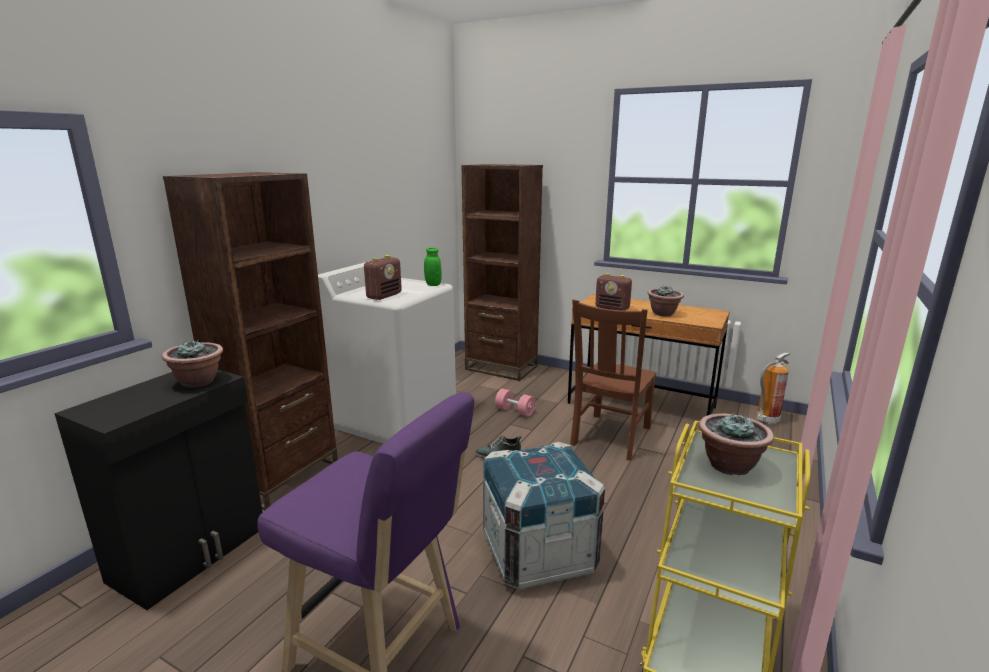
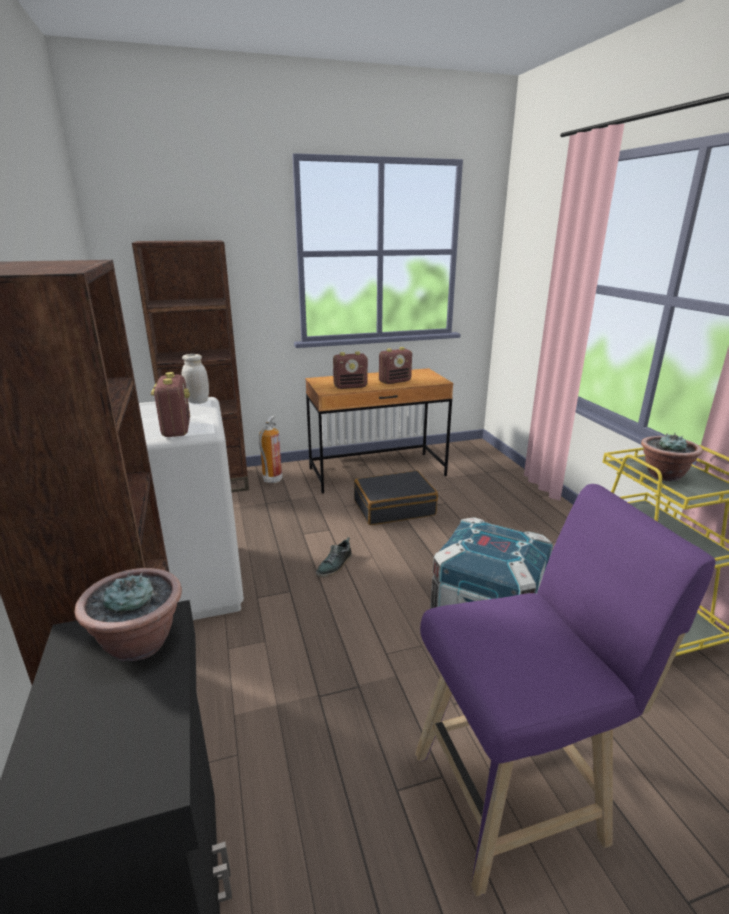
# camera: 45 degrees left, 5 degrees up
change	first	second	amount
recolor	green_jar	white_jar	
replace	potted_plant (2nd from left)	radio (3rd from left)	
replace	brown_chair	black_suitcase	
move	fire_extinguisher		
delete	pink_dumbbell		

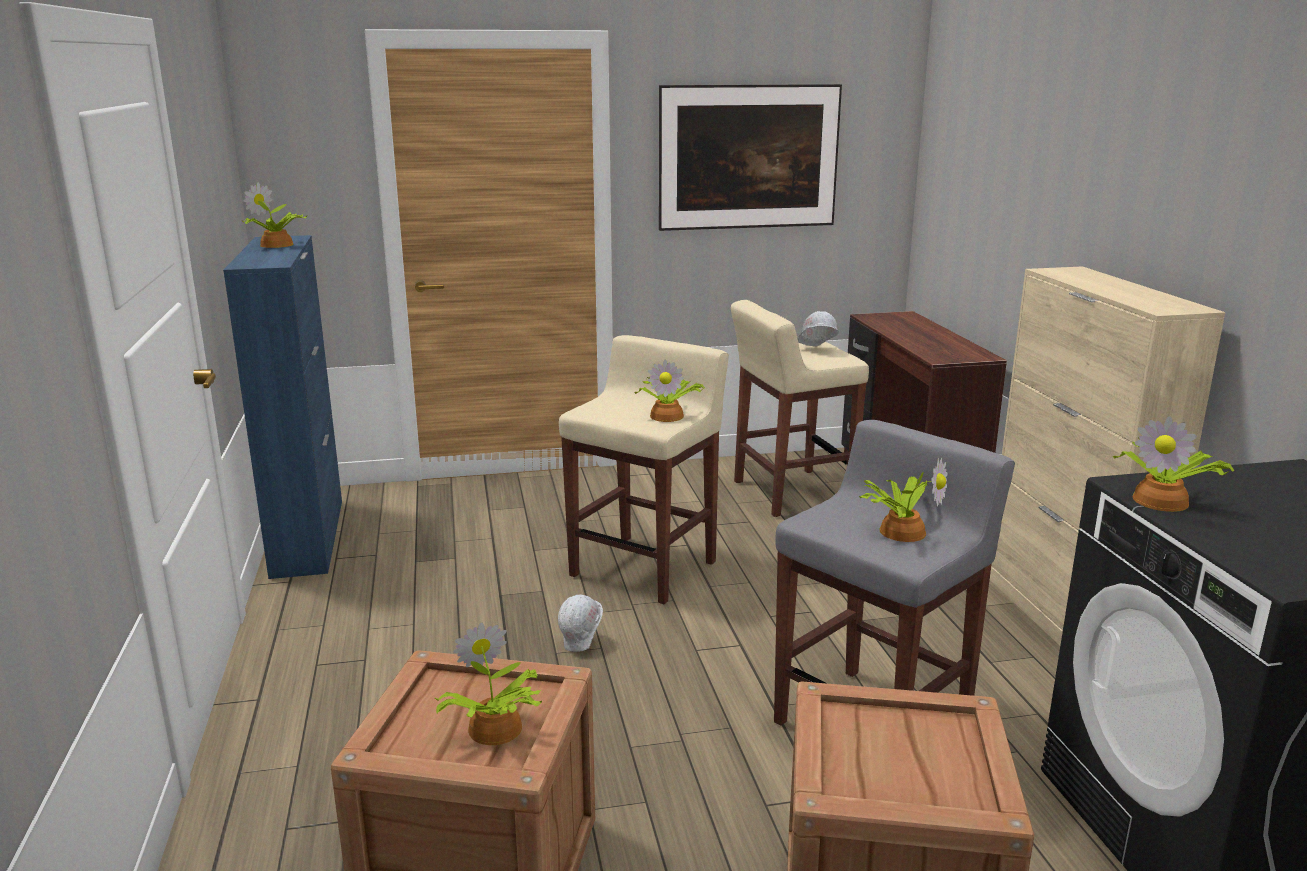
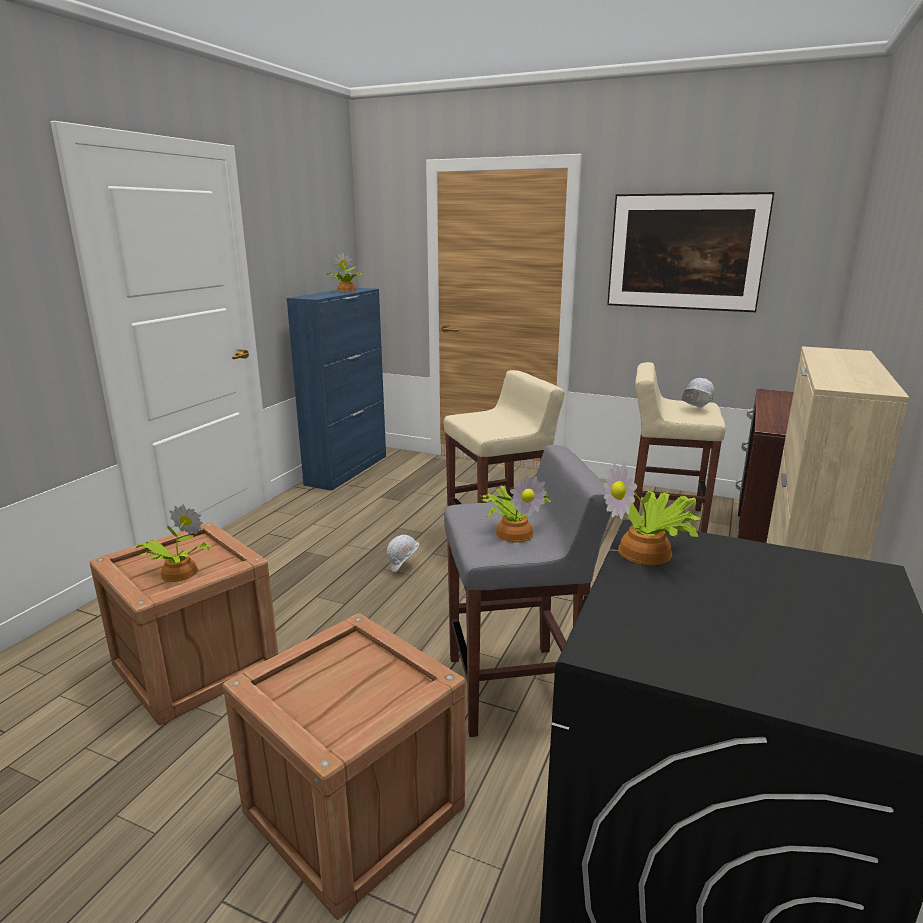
# camera: 35 degrees right, 0 degrees up
change	first	second	amount
delete	potted_plant (3rd from left)		

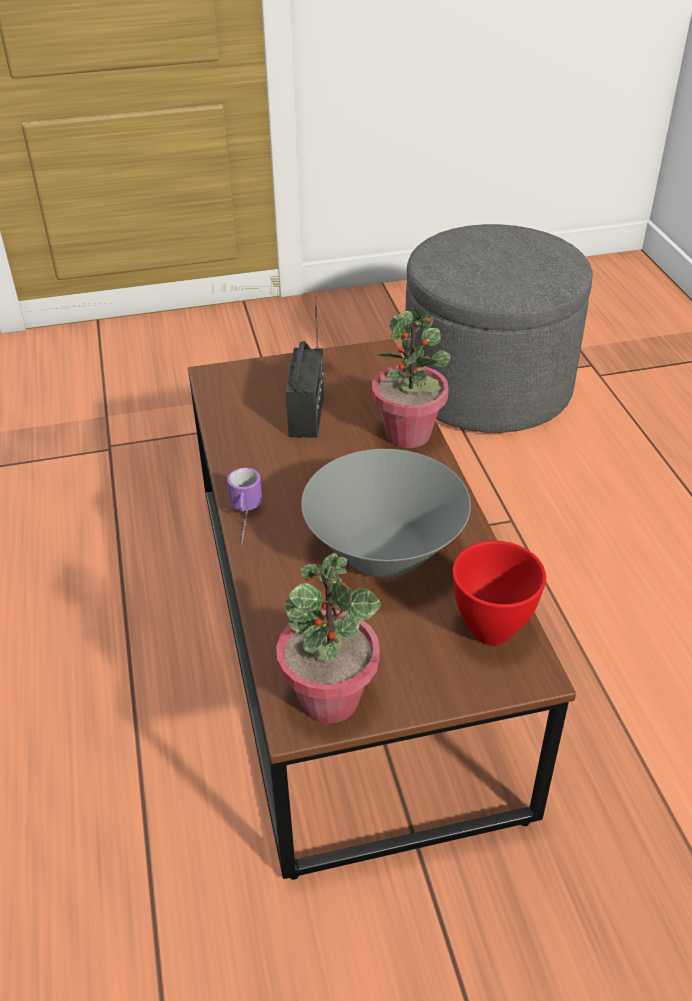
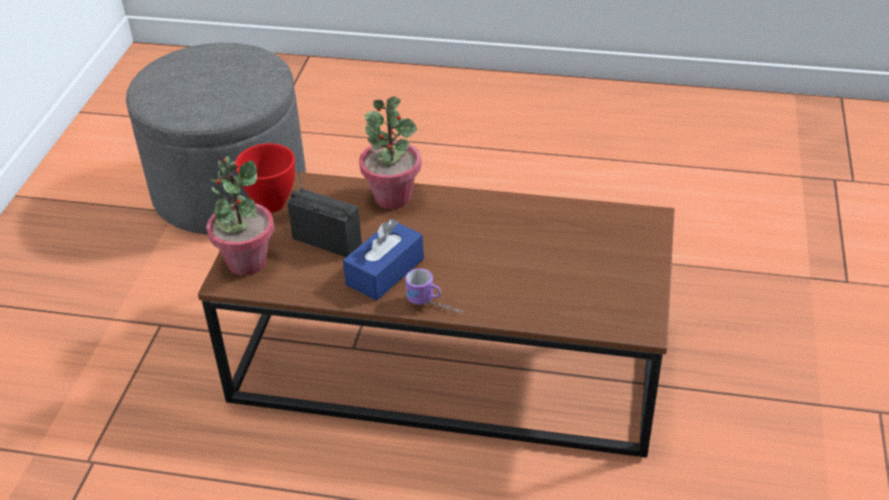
# camera: 65 degrees left, 0 degrees up
change	first	second	amount
delete	grey_bowl		
move	red_bowl		
move	potted_plant (1st from left)		
insert		blue_tissue_box	

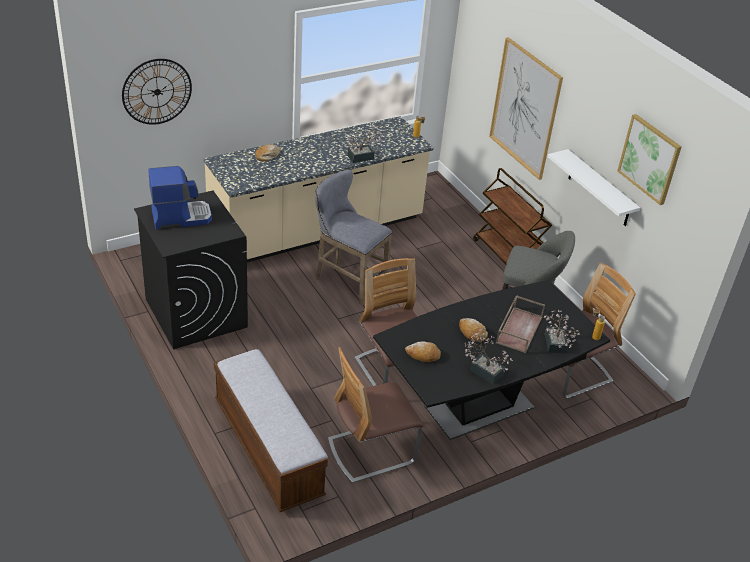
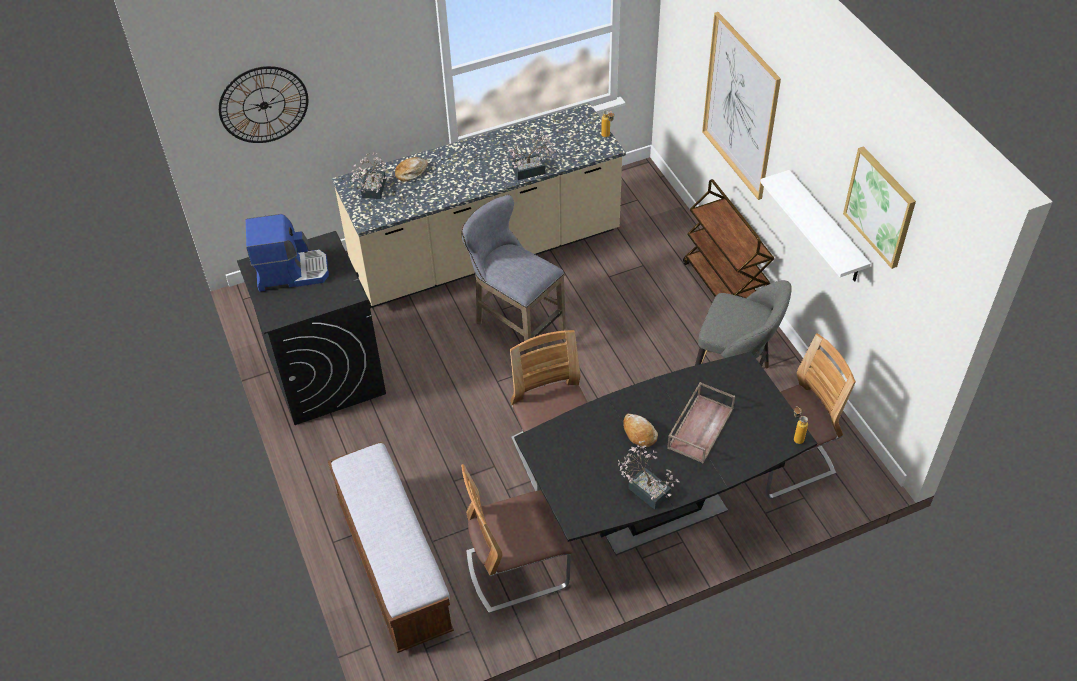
# camera: 10 degrees right, 10 degrees up
change	first	second	amount
move	potted_plant (3rd from left in the first image)	potted_plant (1st from left)	
delete	bread (2nd from left)		

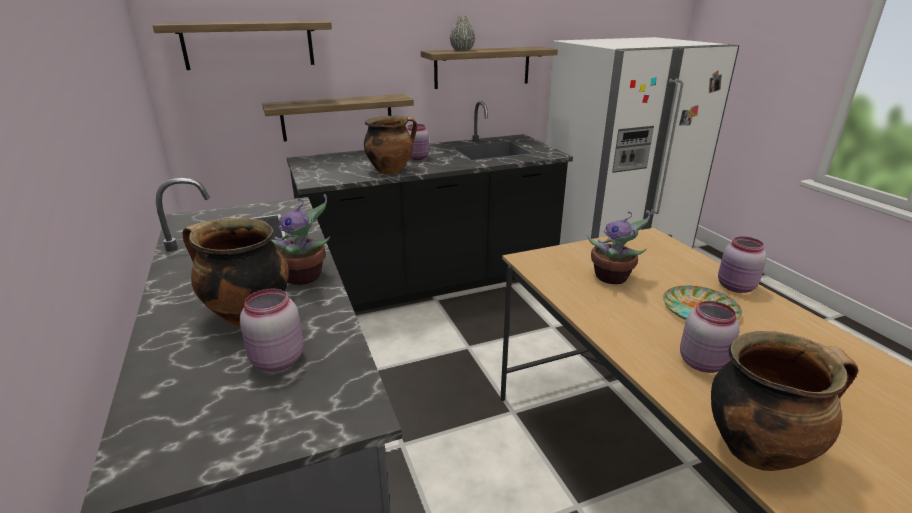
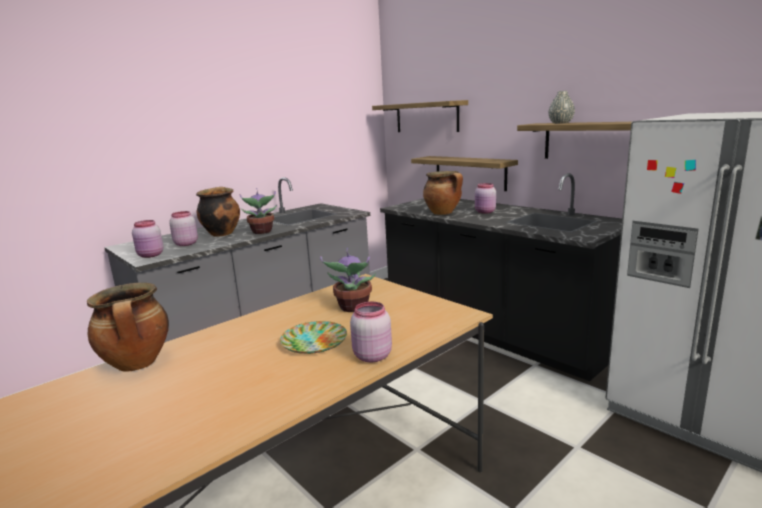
# camera: 70 degrees right, 10 degrees down
change	first	second	amount
move	pink_jar (3rd from left in the first image)	pink_jar (1st from left)	

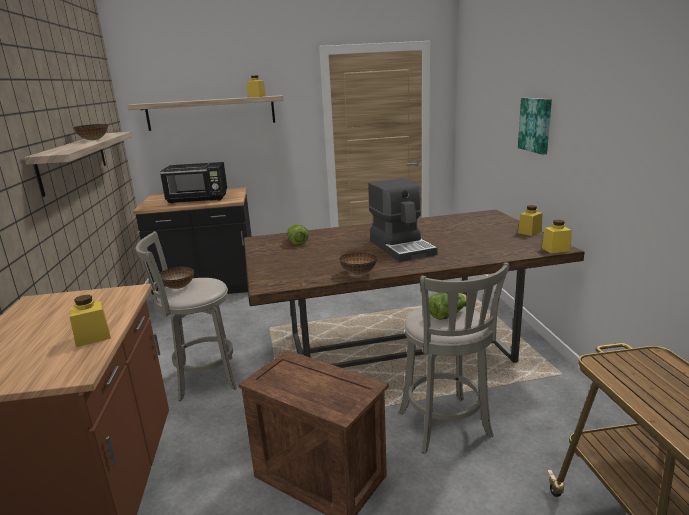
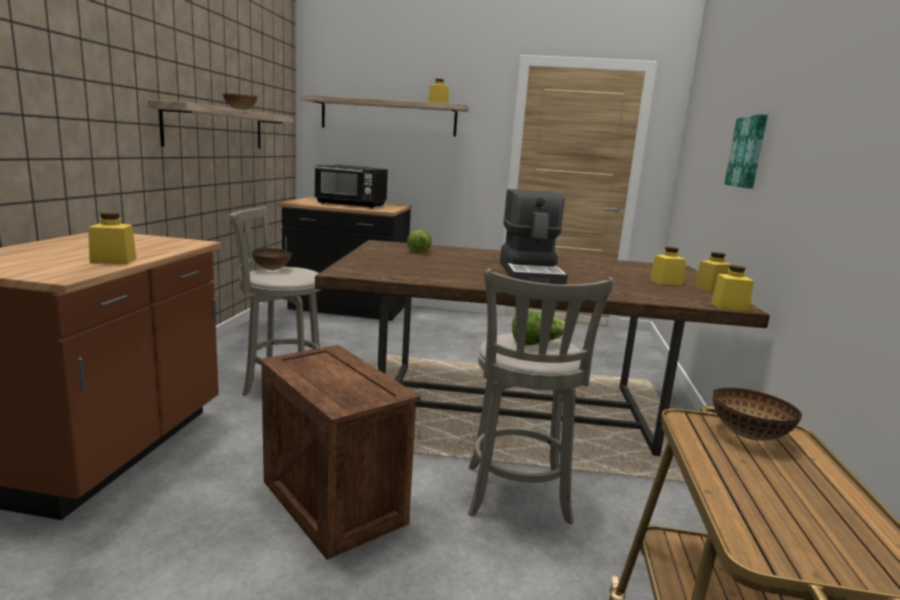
# camera: 15 degrees right, 5 degrees down
change	first	second	amount
move	bowl (3rd from left)		
insert		yellow_jar (3rd from left)	

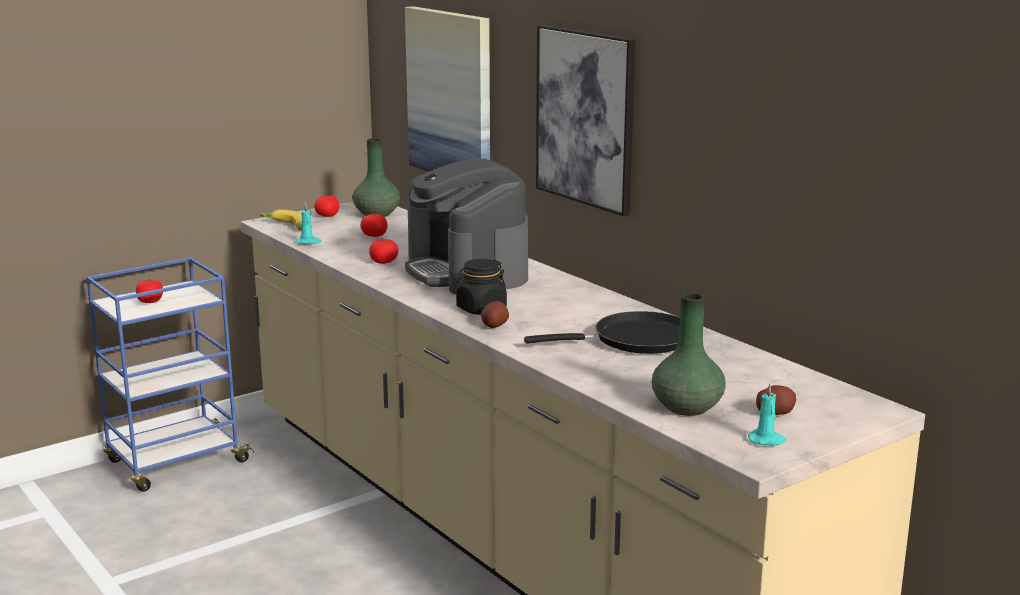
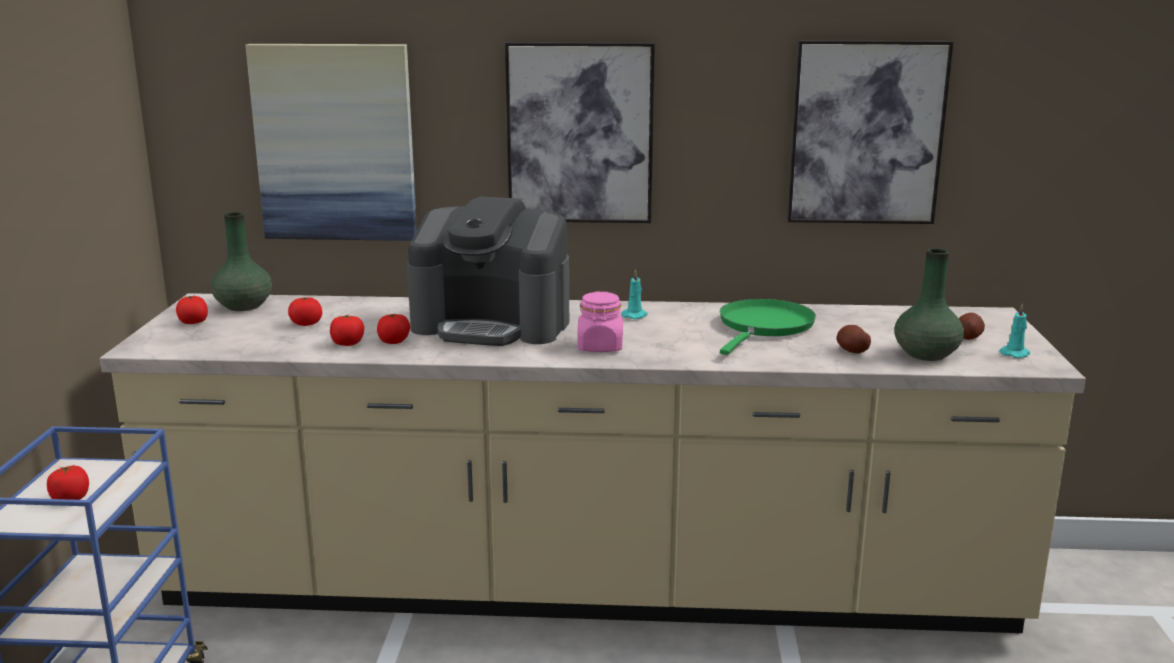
# camera: 50 degrees left, 0 degrees up
change	first	second	amount
move	turquoise_candle (1st from left)		
delete	banana		
recolor	black_jar	pink_jar	
move	potato (1st from left)		
recolor	black_frying_pan	green_frying_pan	
insert		picture (3rd from left)	
insert		tomato (4th from left)	

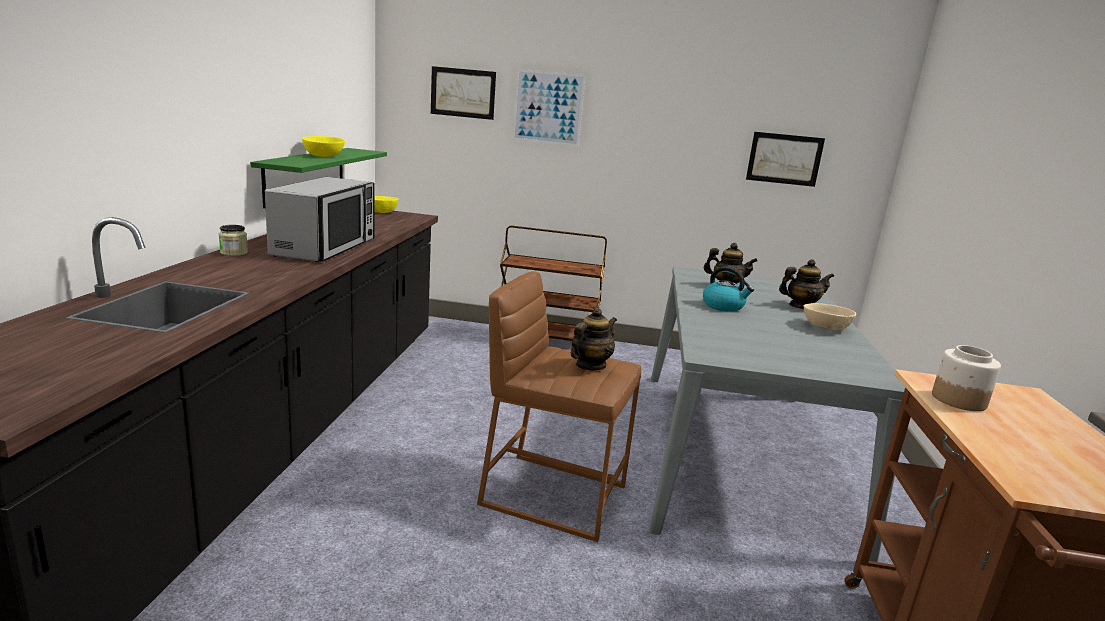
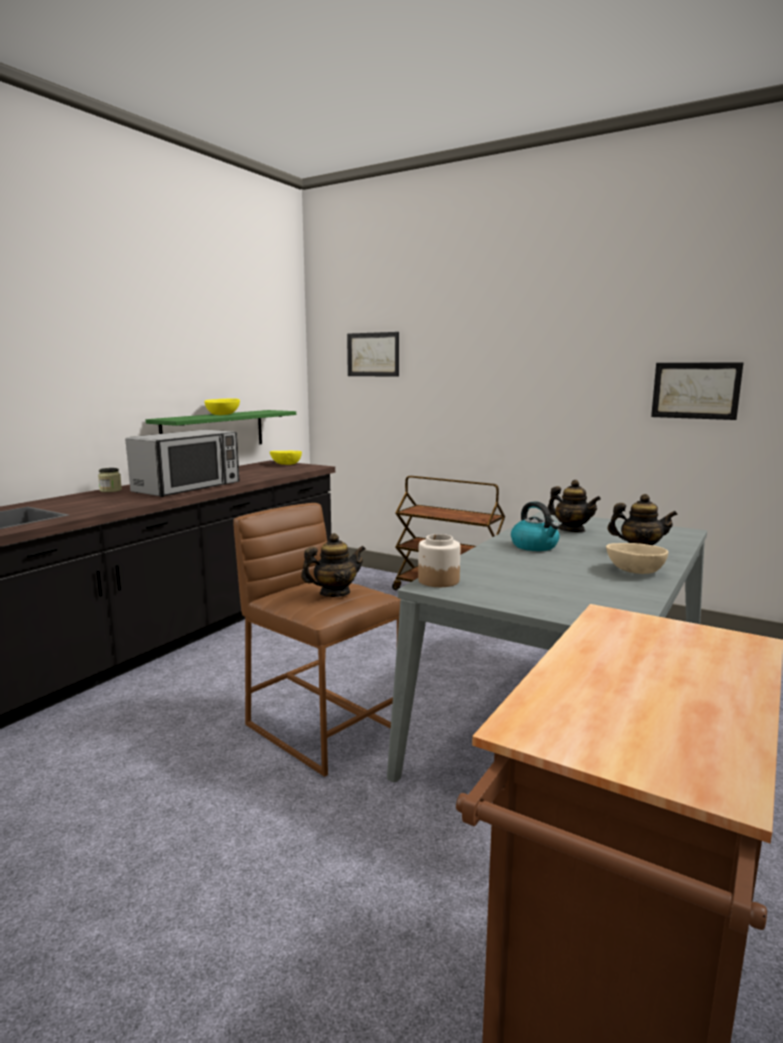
# camera: 25 degrees right, 5 degrees down
change	first	second	amount
delete	picture (2nd from left)		
move	jar (2nd from left)		

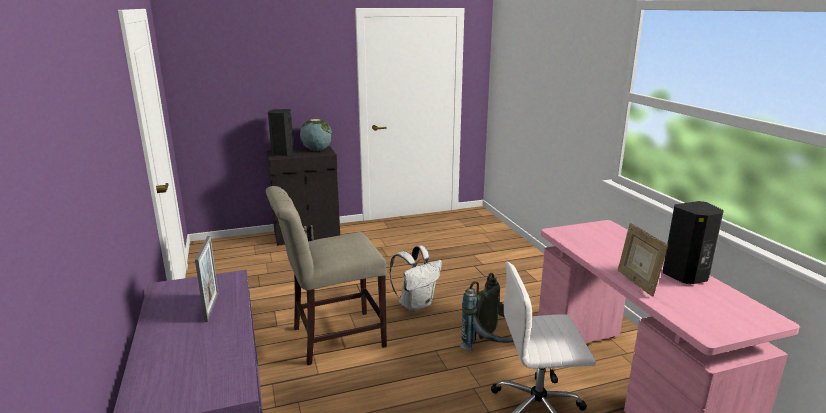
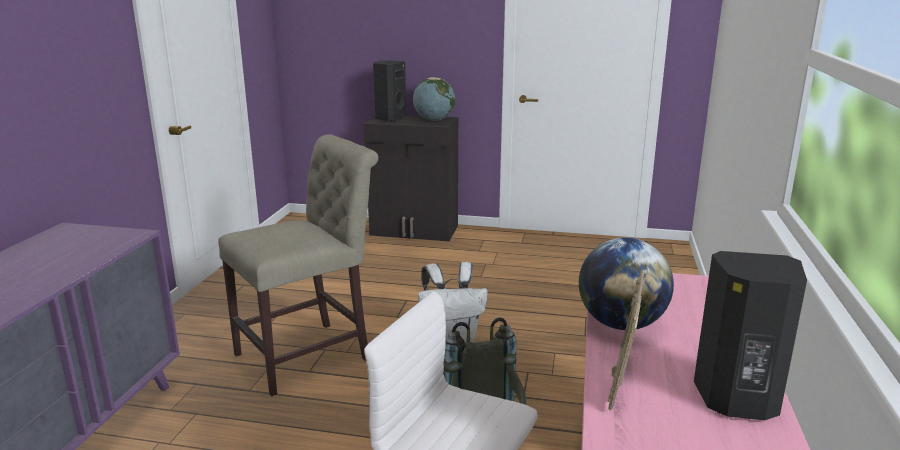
# camera: 30 degrees right, 0 degrees up
change	first	second	amount
rotate	beige_chair		135 degrees clockwise
delete	picture_frame (1st from left)		
insert		globe (2nd from left)	

